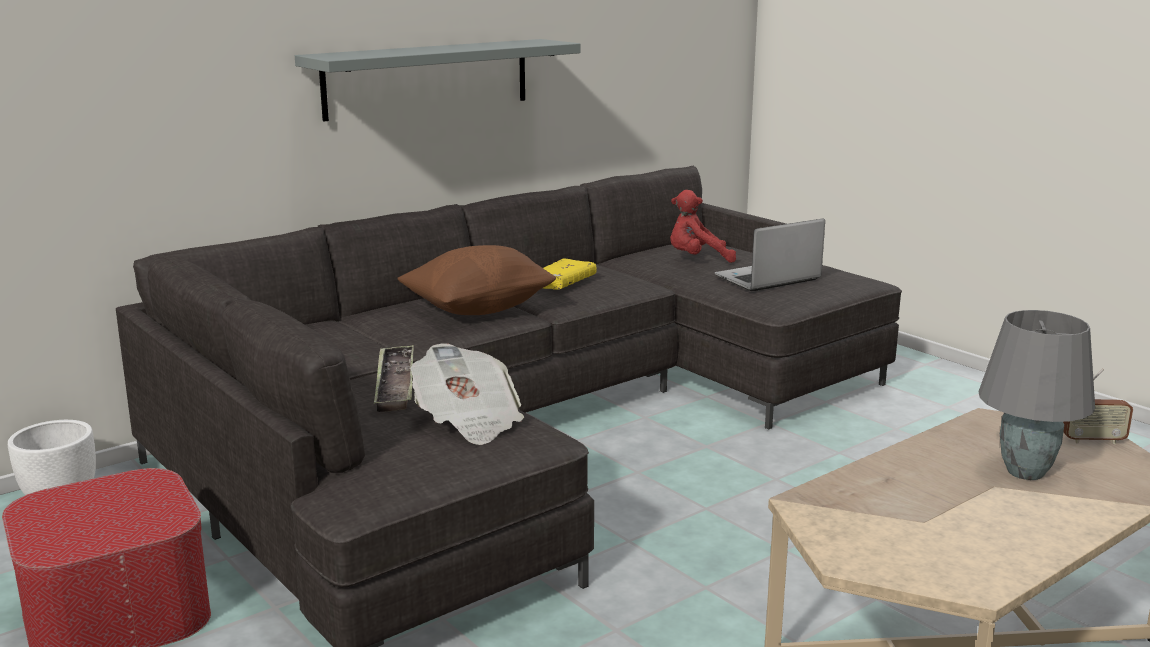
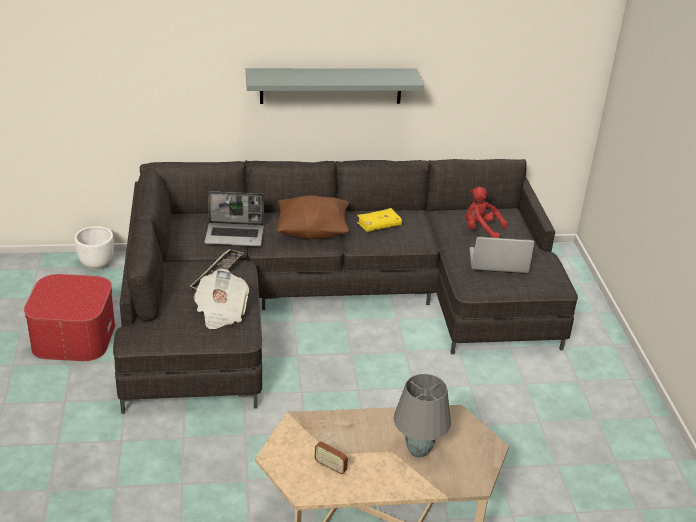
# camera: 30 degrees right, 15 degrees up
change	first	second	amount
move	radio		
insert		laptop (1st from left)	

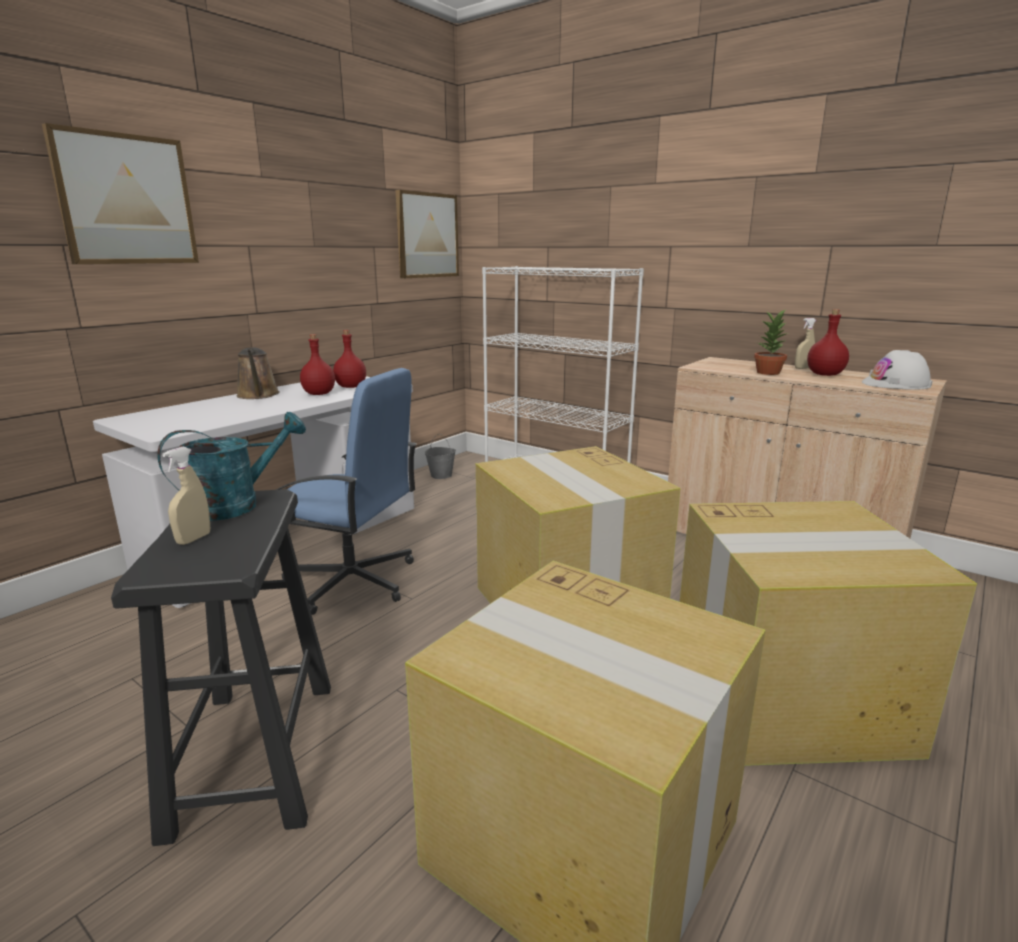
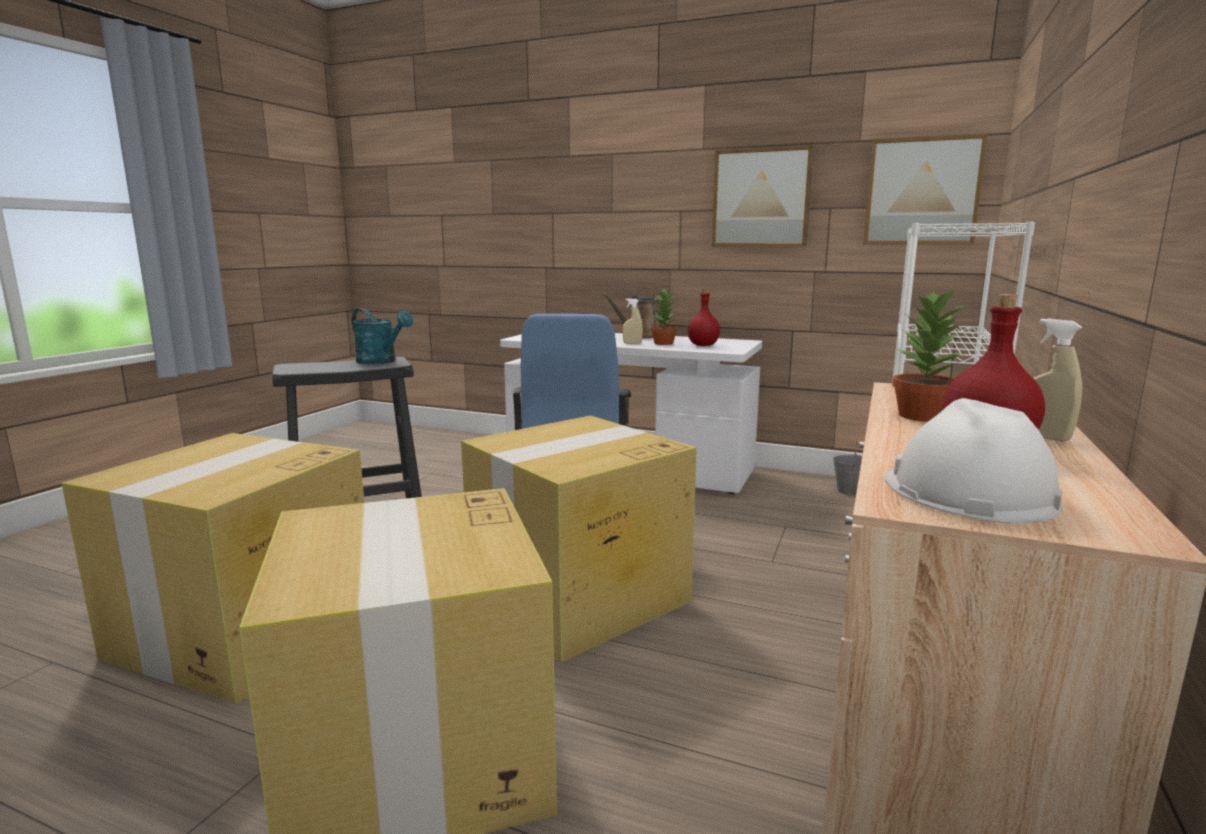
# camera: 75 degrees right, 5 degrees down
change	first	second	amount
move	picture (1st from left)		
replace	red_bottle (1st from left)	potted_plant (1st from left)	
move	beige_spray_bottle (1st from left)		

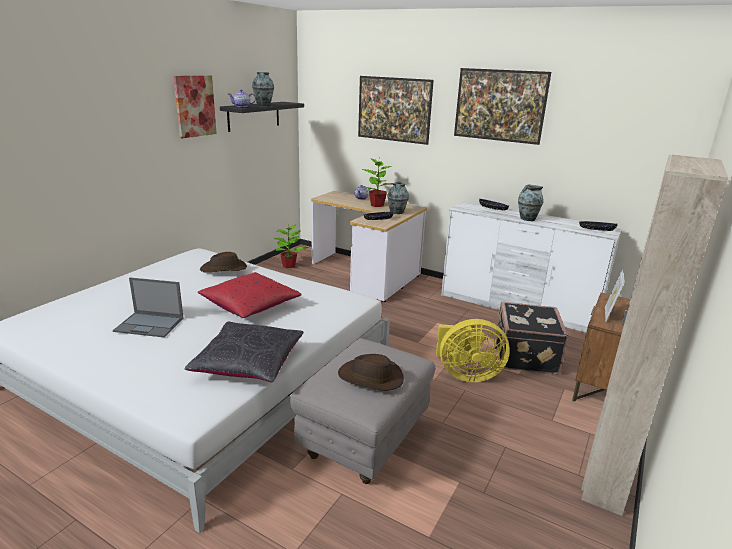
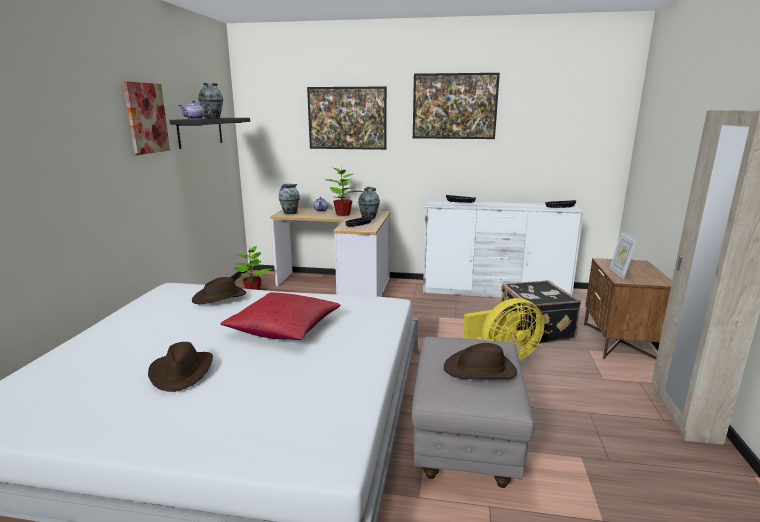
# camera: 20 degrees left, 5 degrees down
change	first	second	amount
move	vase (3rd from left in the first image)	vase (2nd from left)	
replace	laptop	brown_hat (1st from left)	
delete	black_pillow		

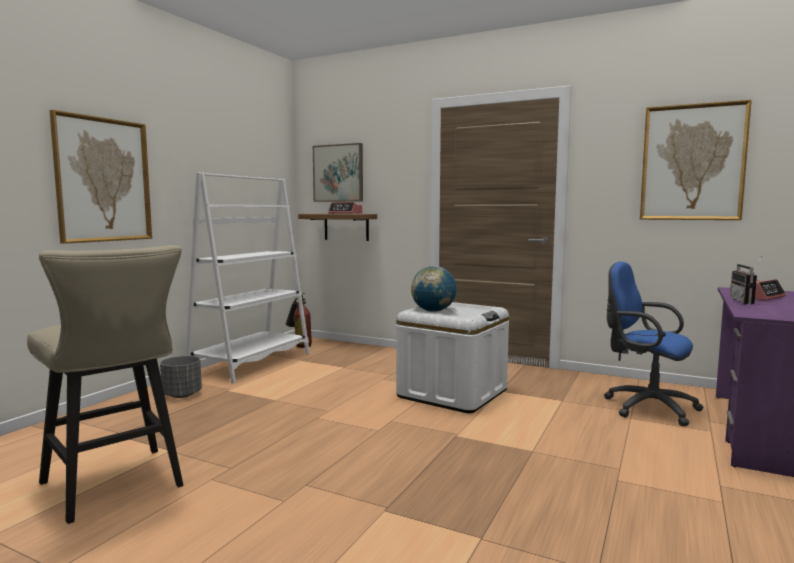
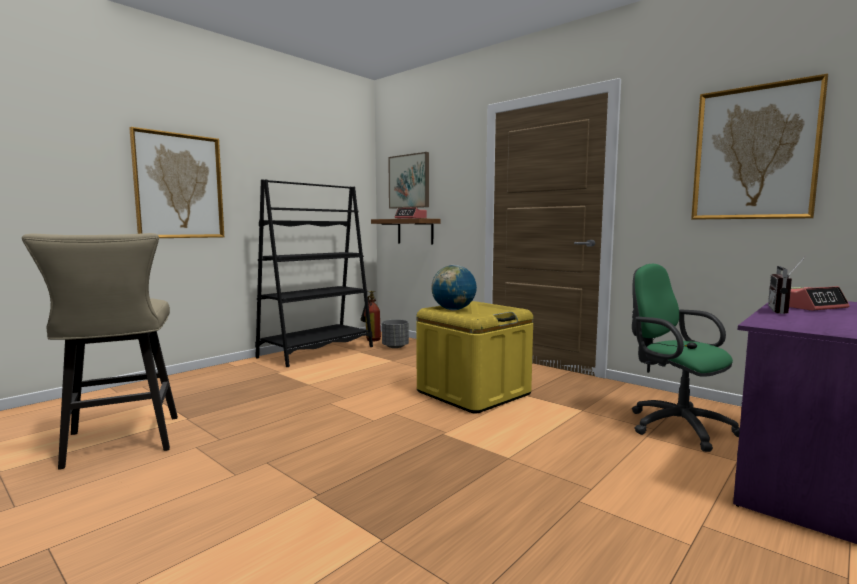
# camera: 15 degrees right, 0 degrees up
change	first	second	amount
recolor	white_bookcase	black_bookcase	
recolor	blue_office_chair	green_office_chair	
recolor	white_storage_box	yellow_storage_box	
move	grey_planter		

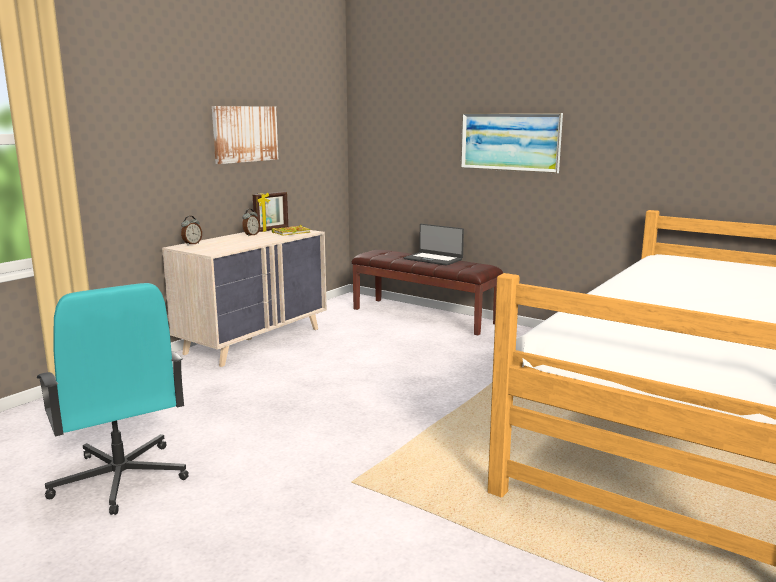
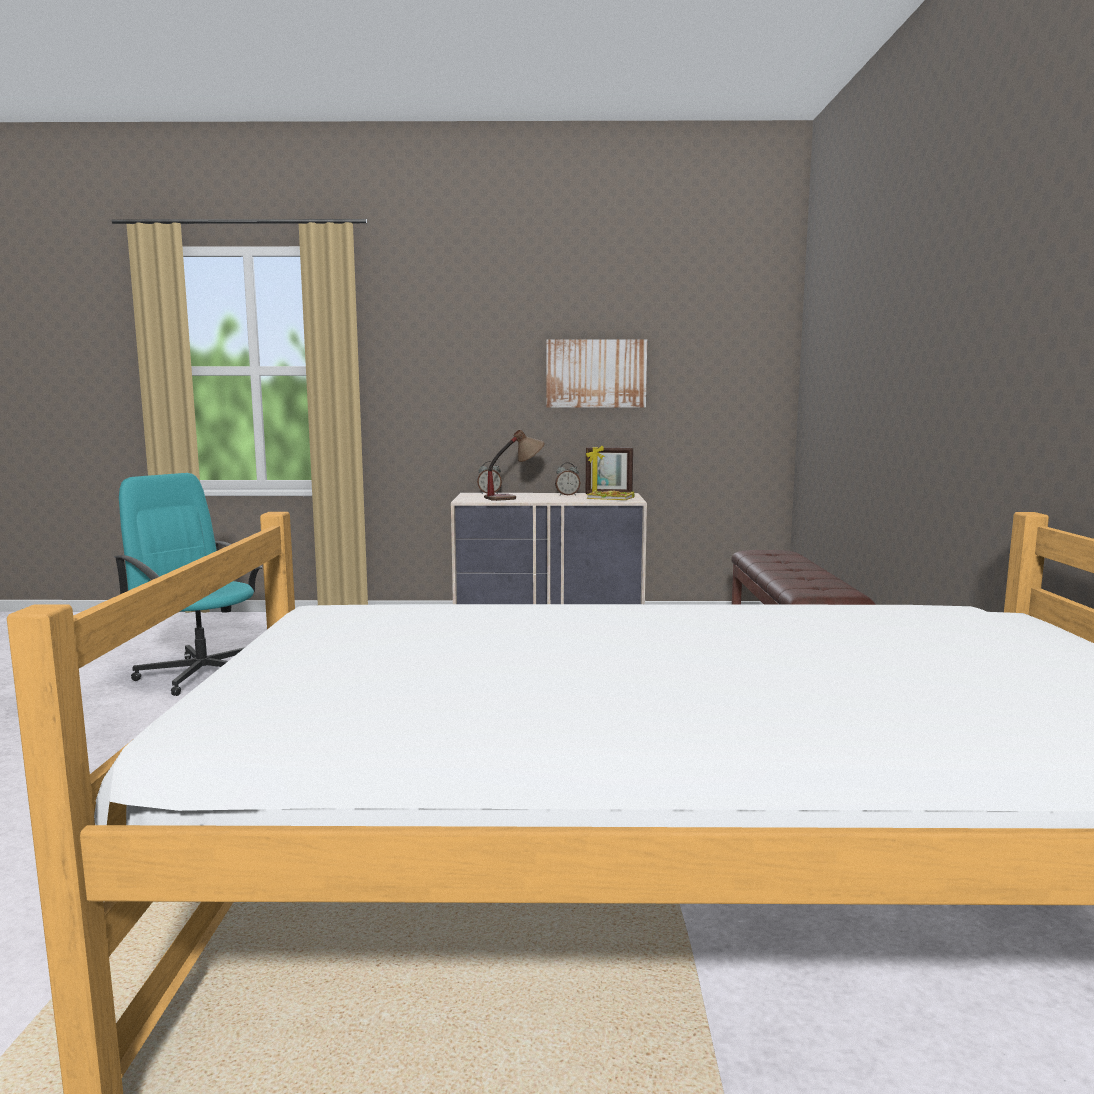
# camera: 55 degrees right, 5 degrees down
change	first	second	amount
delete	picture (2nd from left)		
delete	laptop		
rotate	turquoise_office_chair		105 degrees clockwise
insert		table_lamp	

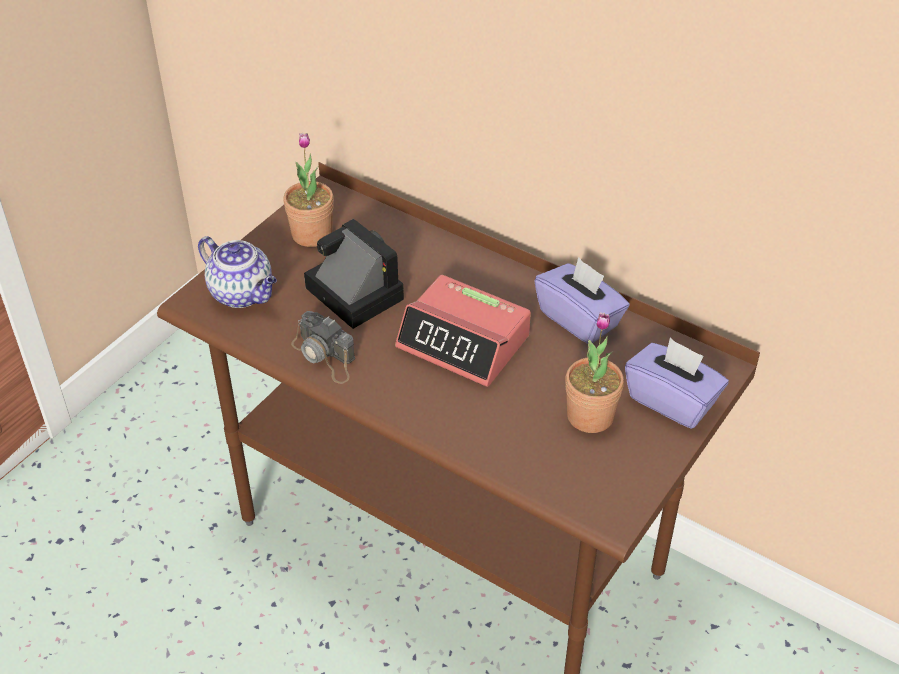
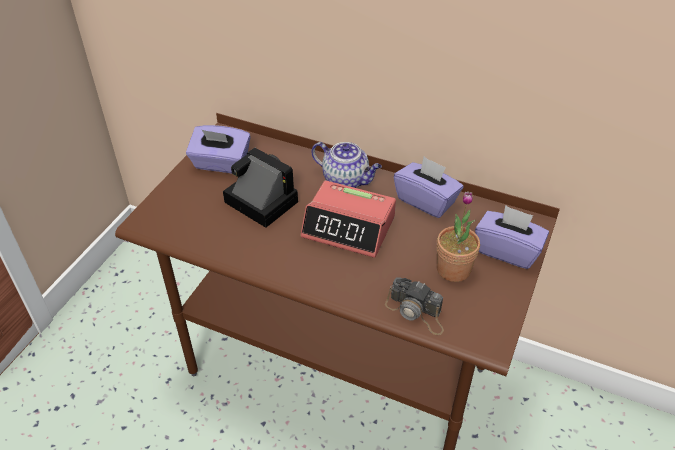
# camera: 10 degrees left, 0 degrees up
change	first	second	amount
replace	potted_plant (1st from left)	purple_tissue_box (1st from left)	
move	teapot		
move	photo_camera (1st from left in the first image)	photo_camera (2nd from left)	

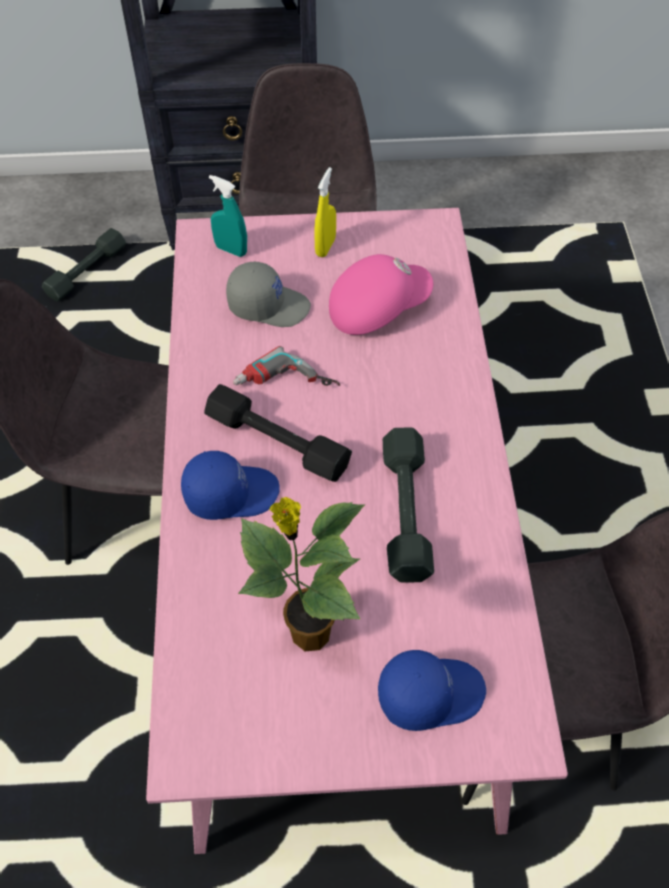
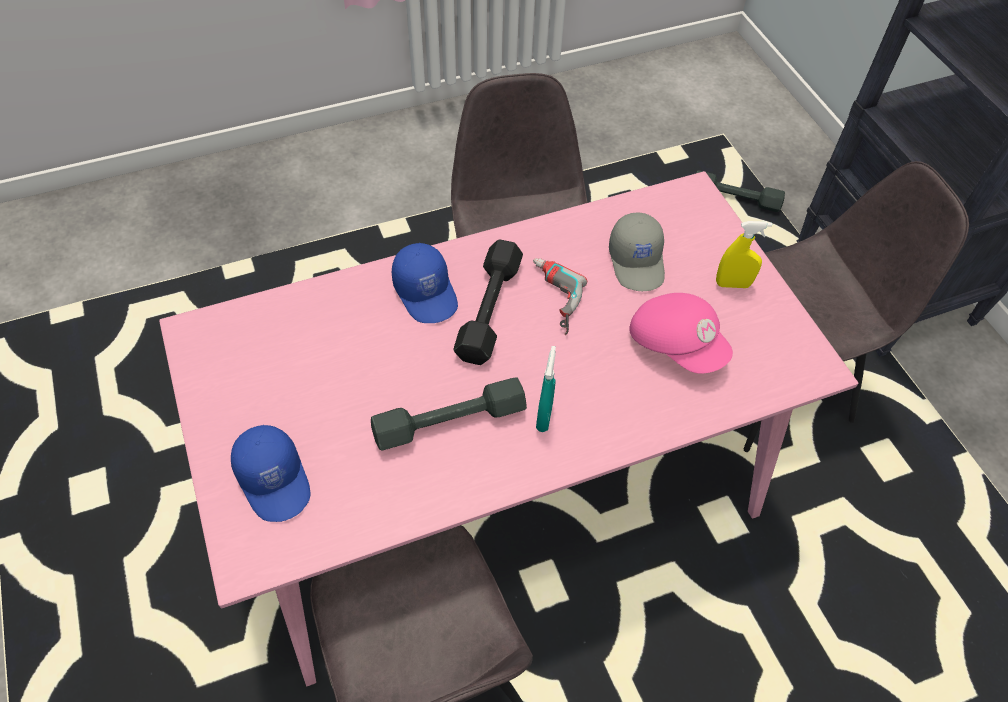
# camera: 70 degrees right, 0 degrees up
change	first	second	amount
move	turquoise_spray_bottle		
delete	potted_plant		

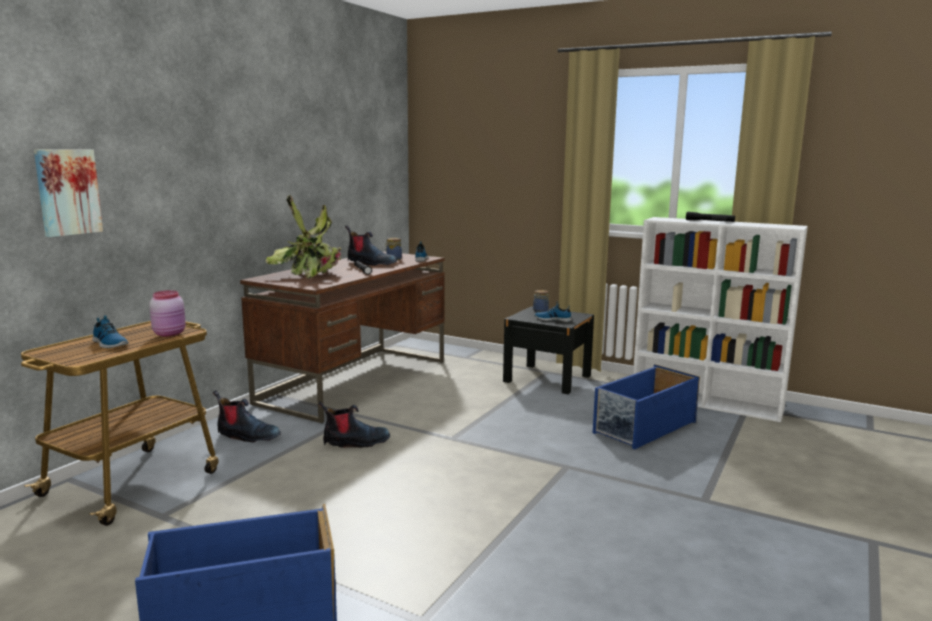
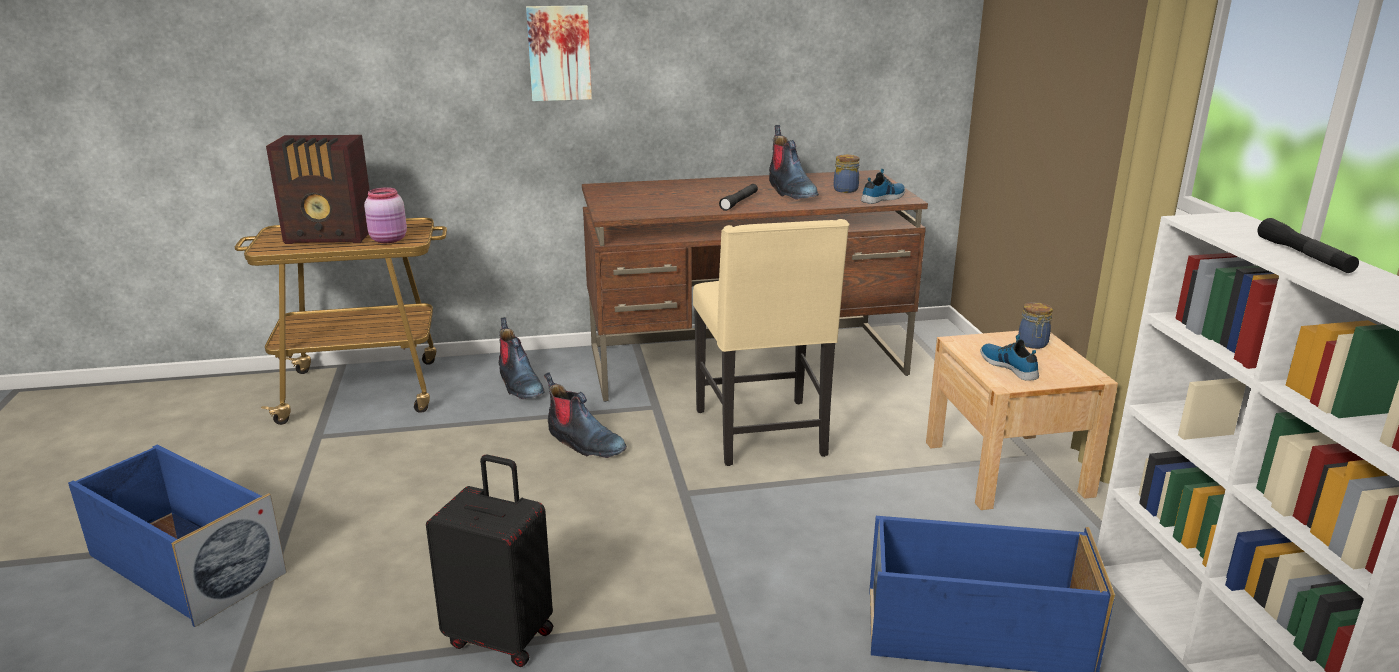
# camera: 50 degrees right, 10 degrees up
change	first	second	amount
move	picture		
delete	potted_plant		
recolor	black_nightstand	beige_nightstand	
replace	shoe (1st from left)	radio	
insert		beige_chair	
insert		black_suitcase	

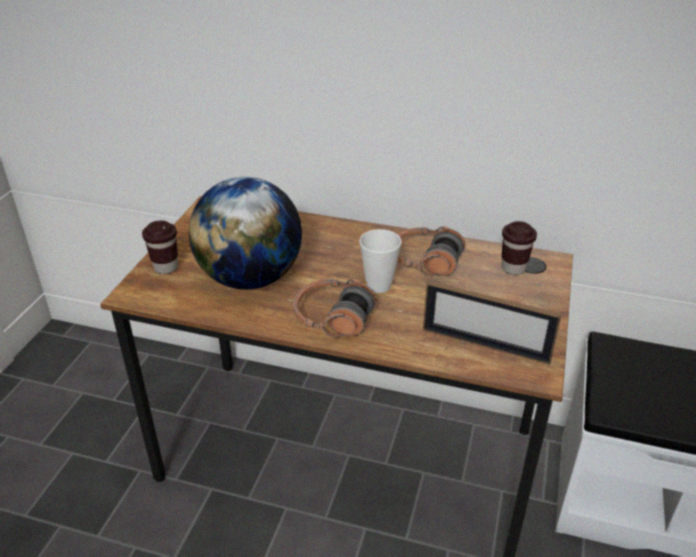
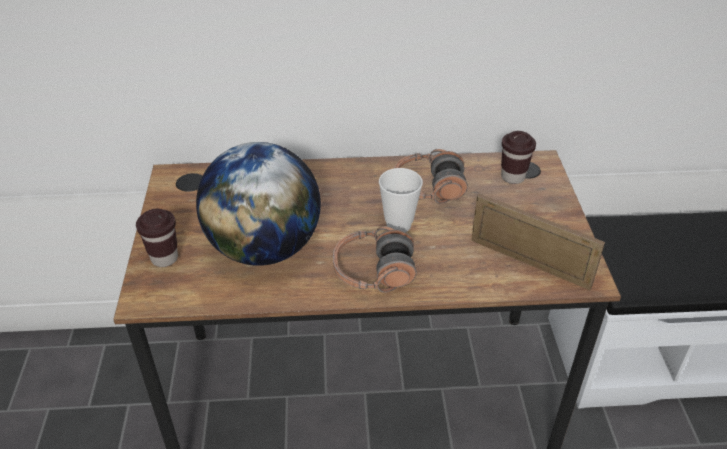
# camera: 20 degrees left, 5 degrees up
change	first	second	amount
rotate	picture_frame		150 degrees counterclockwise

